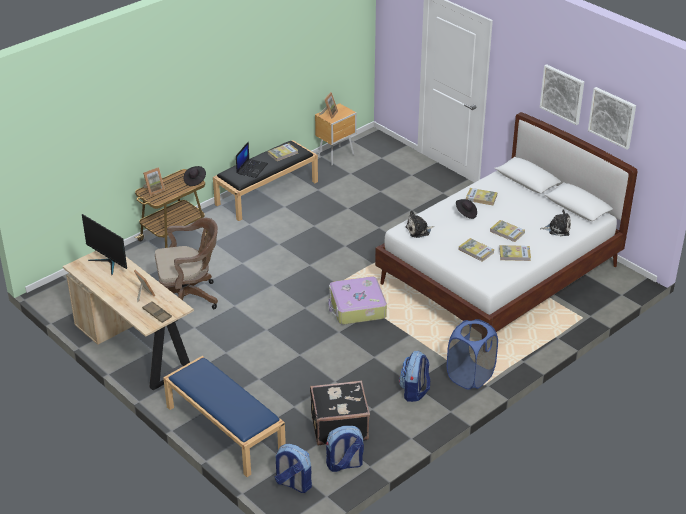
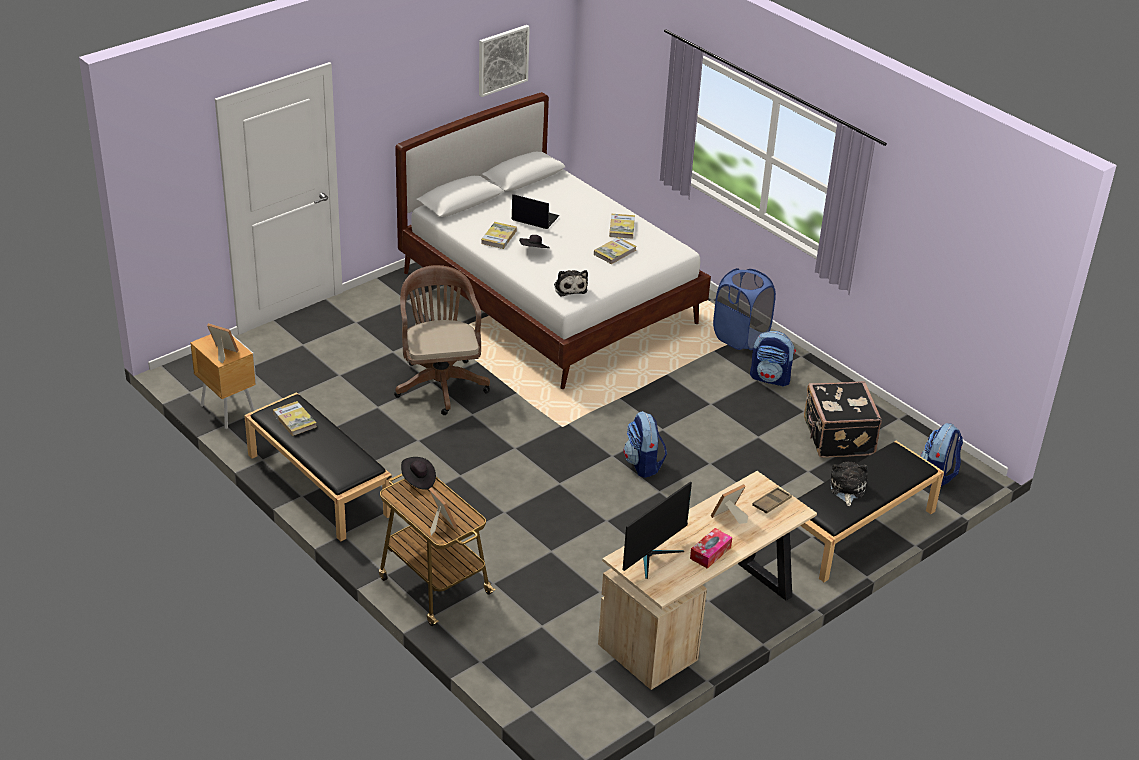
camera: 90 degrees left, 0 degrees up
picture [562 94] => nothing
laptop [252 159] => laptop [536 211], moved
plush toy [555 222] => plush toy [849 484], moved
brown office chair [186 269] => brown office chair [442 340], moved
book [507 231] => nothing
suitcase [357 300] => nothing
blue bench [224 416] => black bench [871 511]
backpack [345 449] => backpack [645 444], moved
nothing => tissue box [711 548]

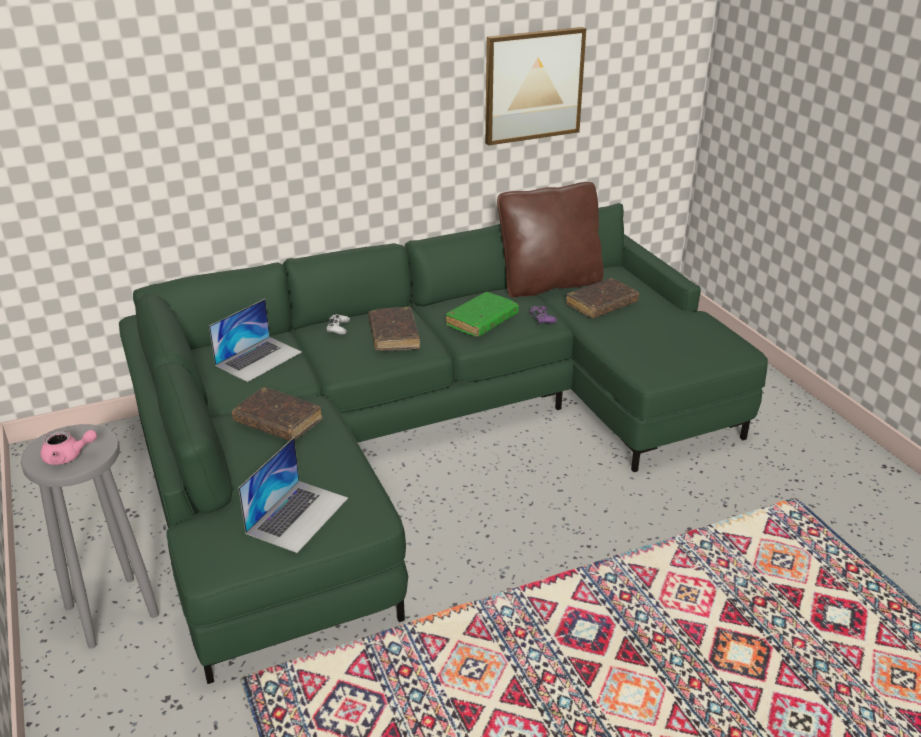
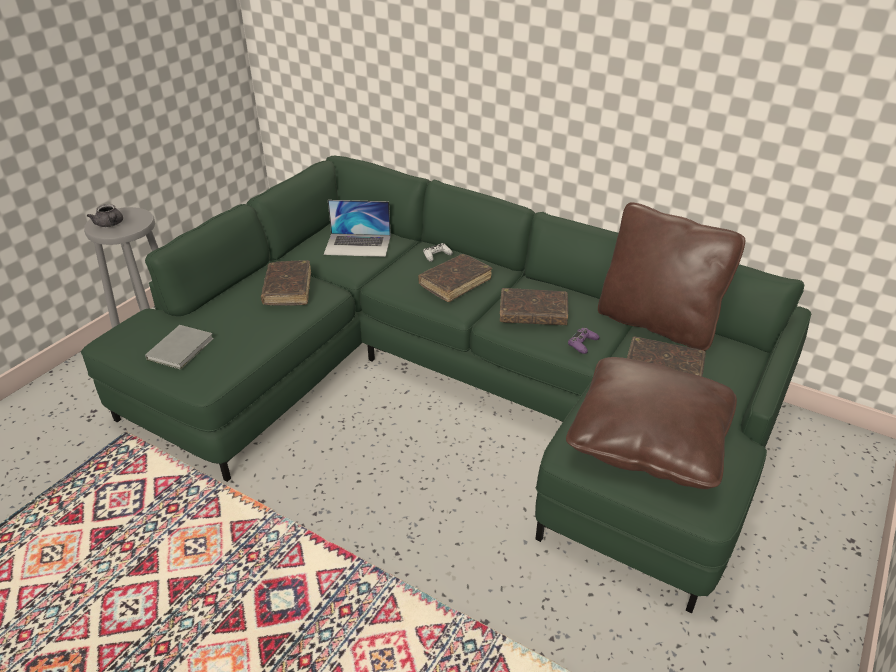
camera: 55 degrees right, 5 degrees up
picture [535 86] => nothing
green book [482 314] => brown book [534 306]
pink teapot [69 447] => grey teapot [105 215]
laptop [293 495] => grey book [179 347]
nothing => brown pillow [651 423]

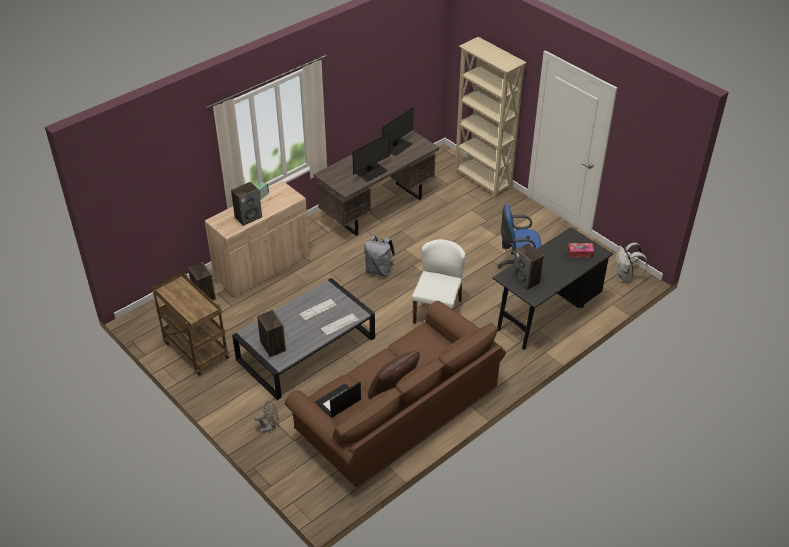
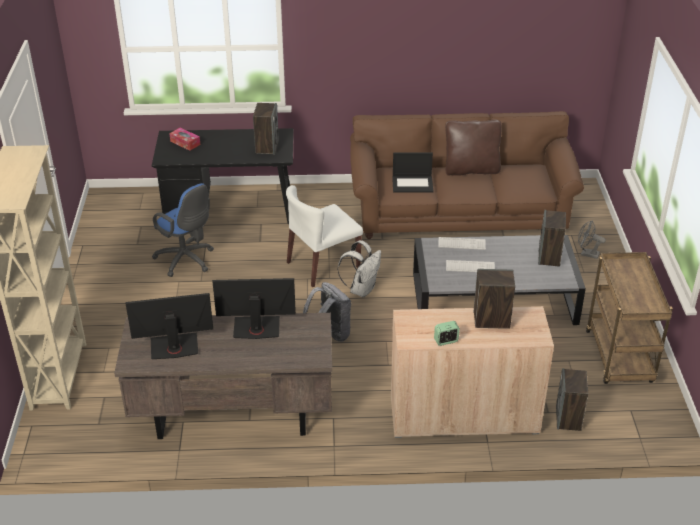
camera: 140 degrees left, 5 degrees down
white backpack [632 262] => white backpack [359 268], moved
laptop [338 399] => laptop [412 172], moved

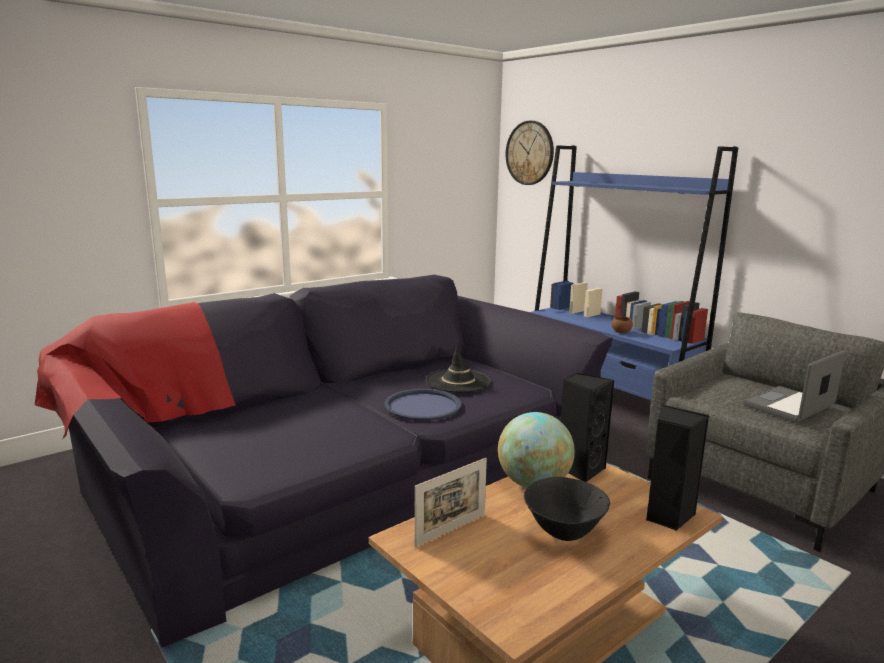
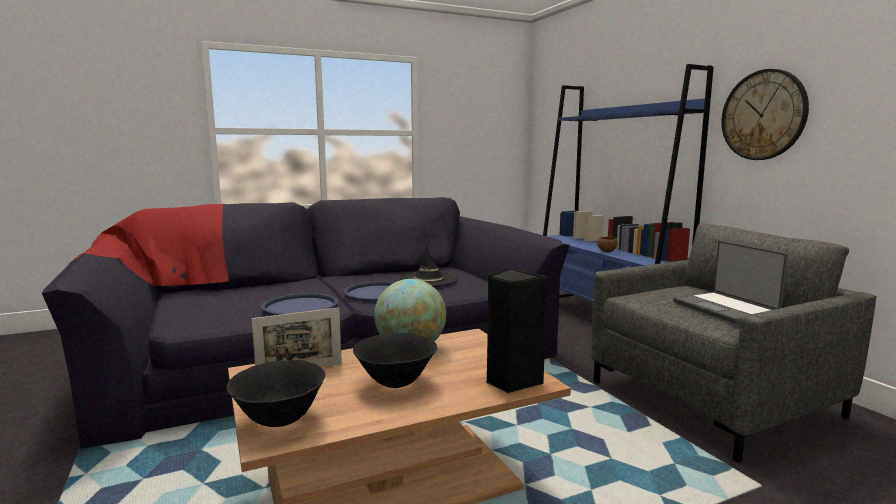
camera: 15 degrees right, 5 degrees down
wall clock [529 153] => wall clock [765 114], moved
laptop [794 386] => laptop [730 282], 90 degrees counterclockwise
black speaker [587 427] => nothing
nothing => blue tray [299 304]
nothing => black bowl [276 393]

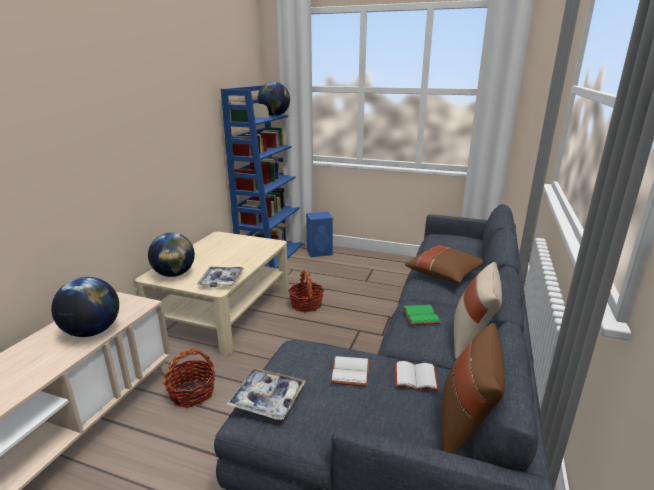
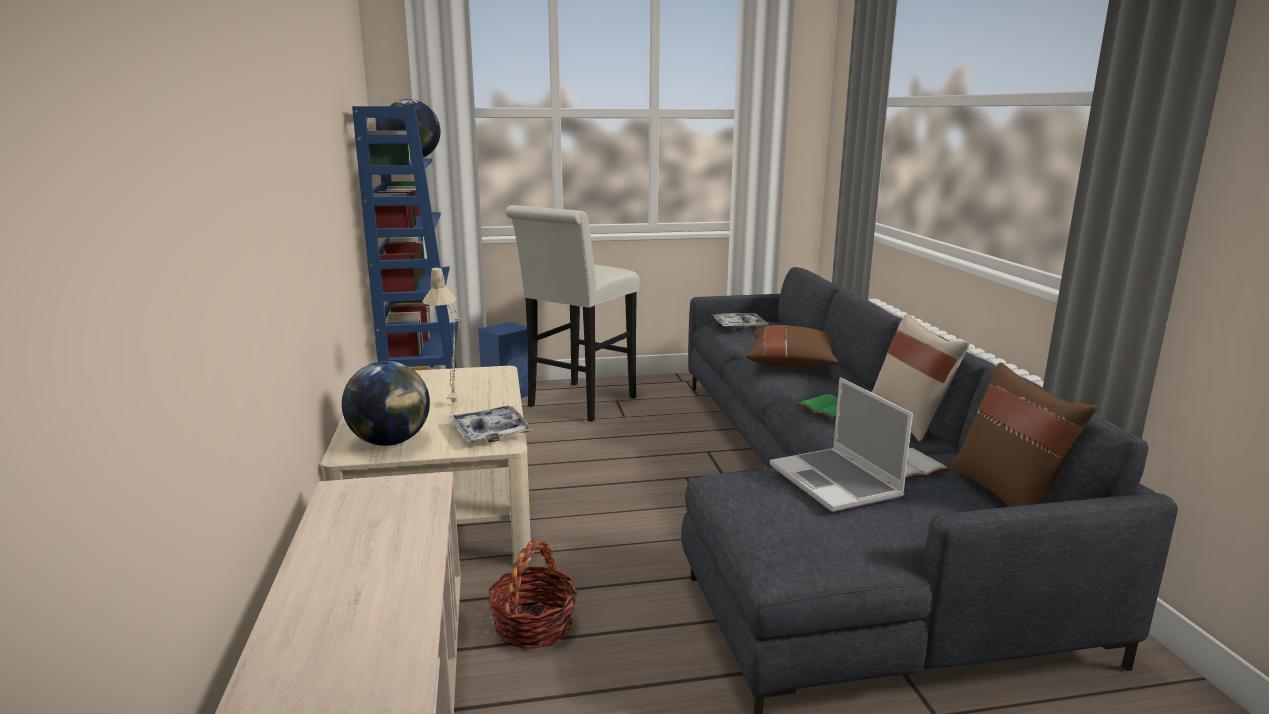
camera: 30 degrees left, 5 degrees down
basket [306 291] => nothing
globe [85 307] => nothing
white book [349 371] => laptop [841 444]
tray [265 394] => tray [741 321], moved
nothing => white stool [572 313]
nothing => beige table lamp [443 334]

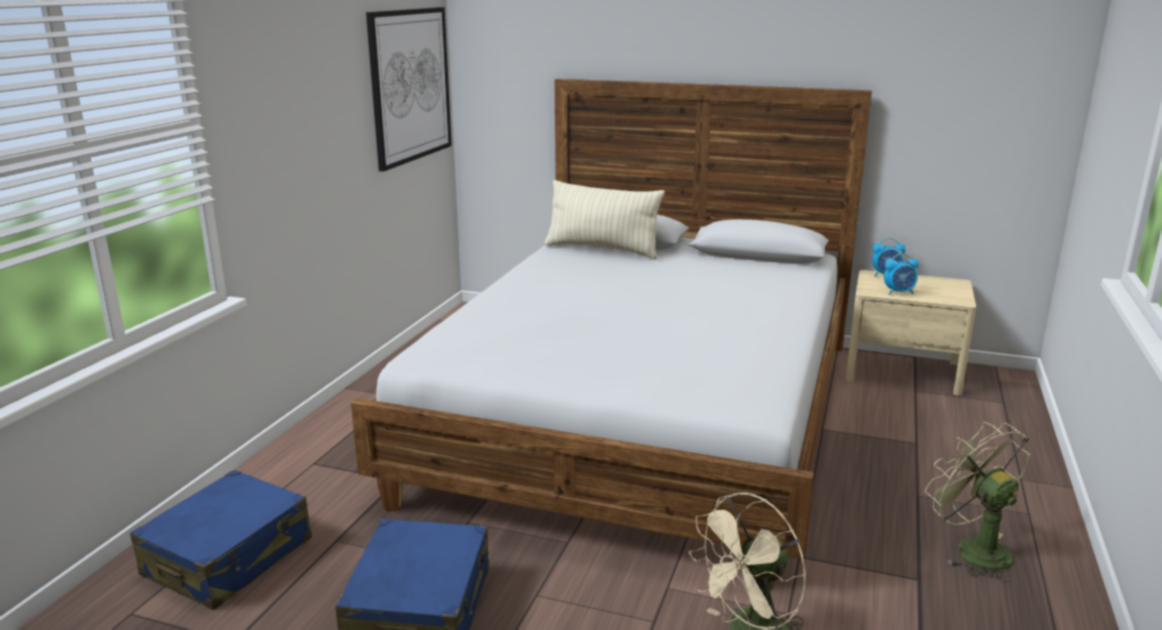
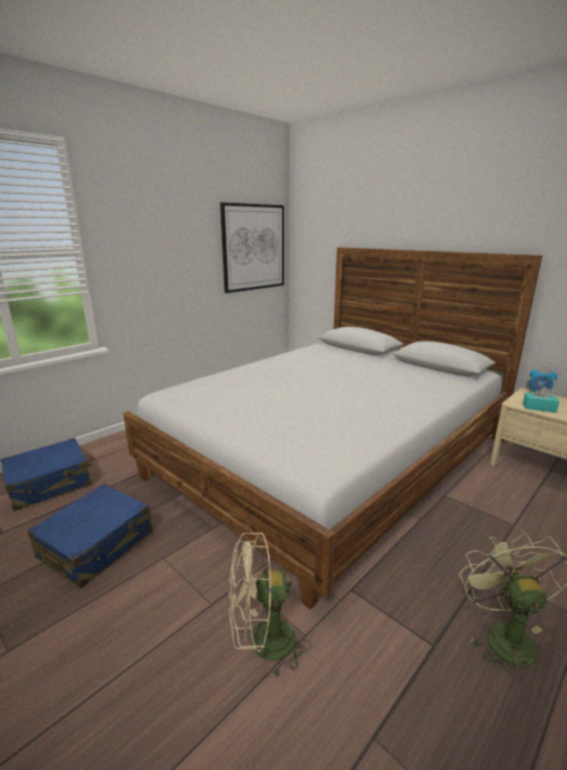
camera: 25 degrees right, 0 degrees up
beige pillow [605 219] => nothing
alarm clock [901 274] => turquoise tissue box [541 399]

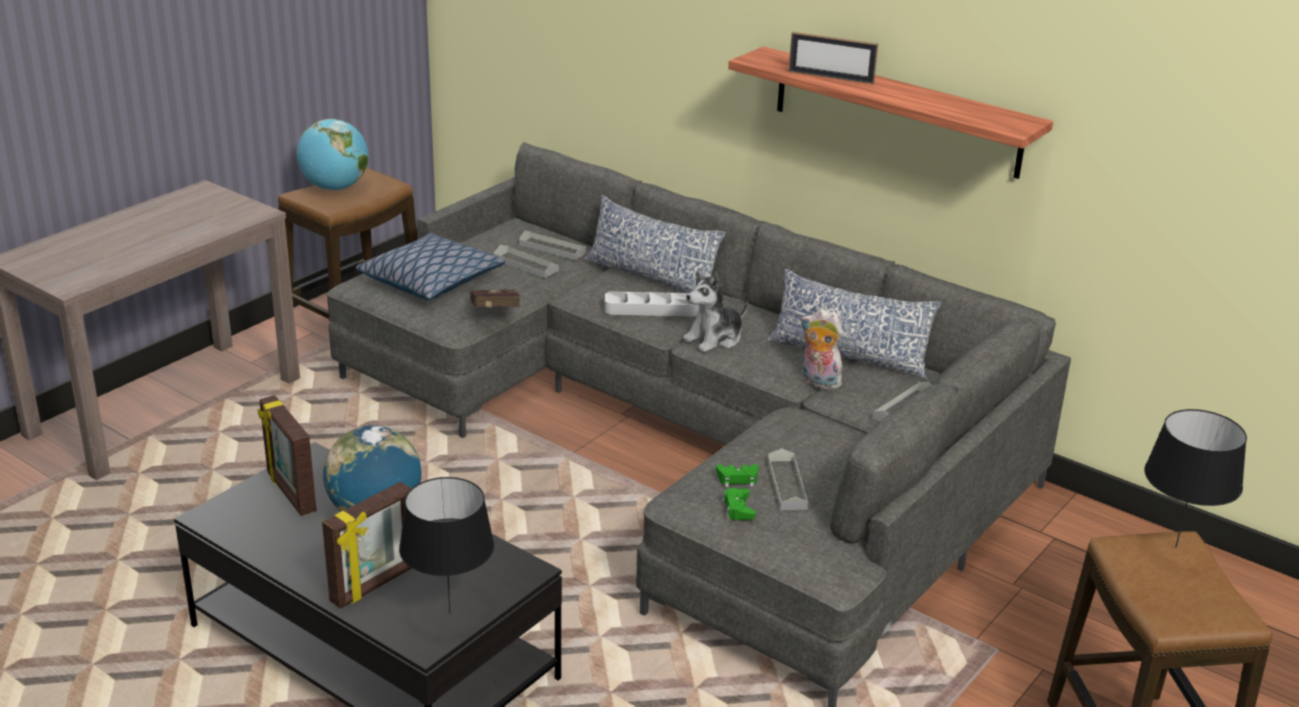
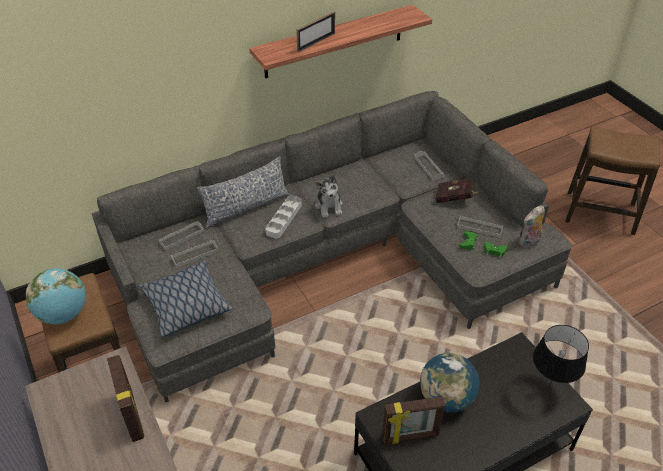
camera: 65 degrees left, 15 degrees up
pillow [854 323] => nothing
red book [495 299] => red book [457 190], moved
plush toy [821 349] => plush toy [531 226], moved
black table lamp [1195 478] => nothing
picture frame [367 545] => picture frame [125 398], moved

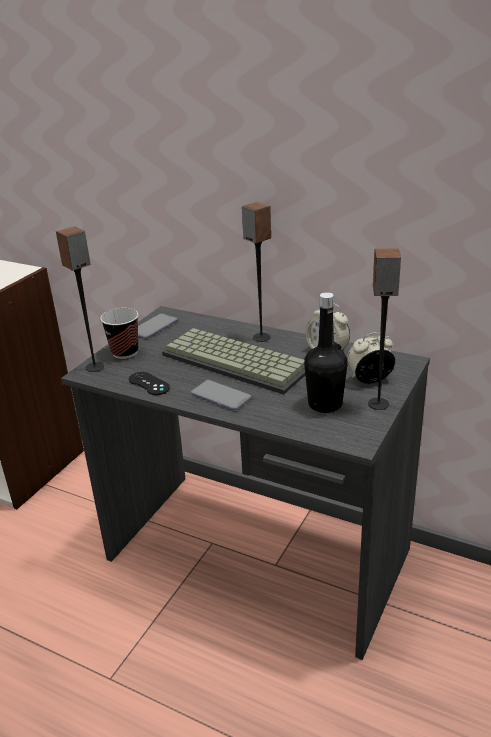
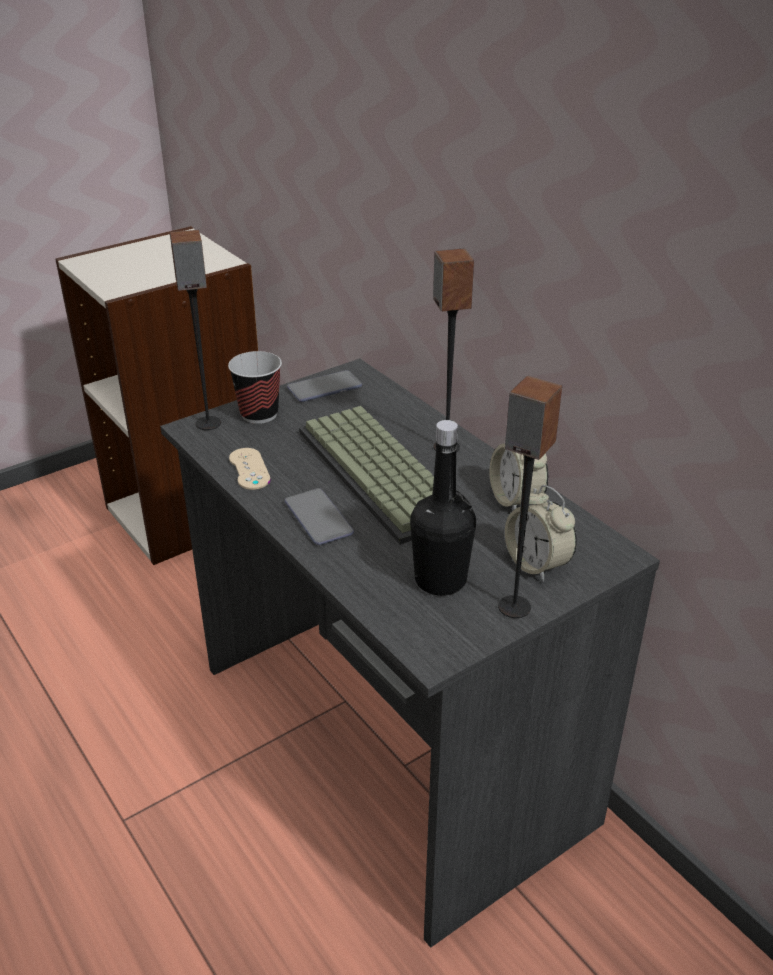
camera: 25 degrees right, 5 degrees up
alarm clock [371 358] => alarm clock [541 533], 135 degrees counterclockwise
black game controller [149 383] => beige game controller [250 469]

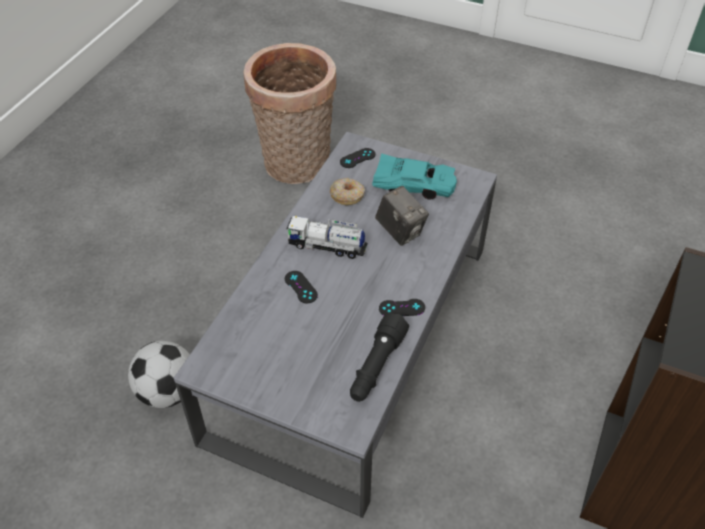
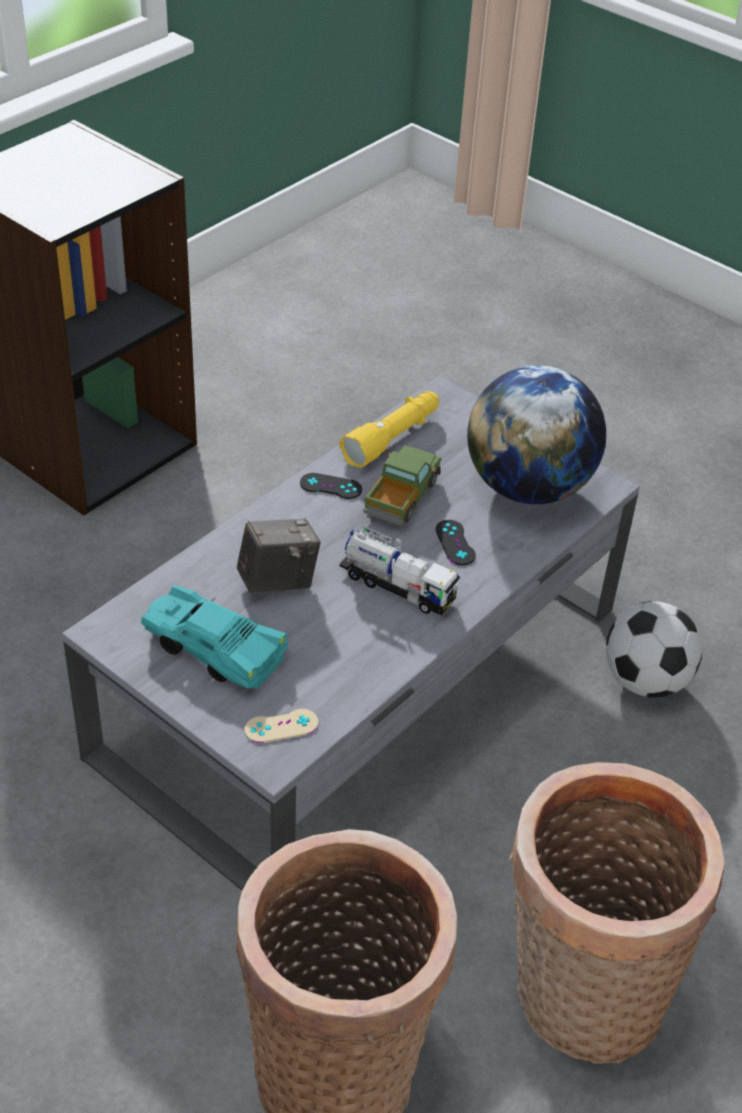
camera: 165 degrees left, 5 degrees down
black game controller [357 158] => beige game controller [281 726]
donut [347 191] => nothing
photo camera [402 216] => photo camera [279 556], 90 degrees clockwise
black flashlight [379 357] => yellow flashlight [389 429]
nothing => globe [536 434]
nothing => toy truck [402 485]
nothing => basket [617 913]

